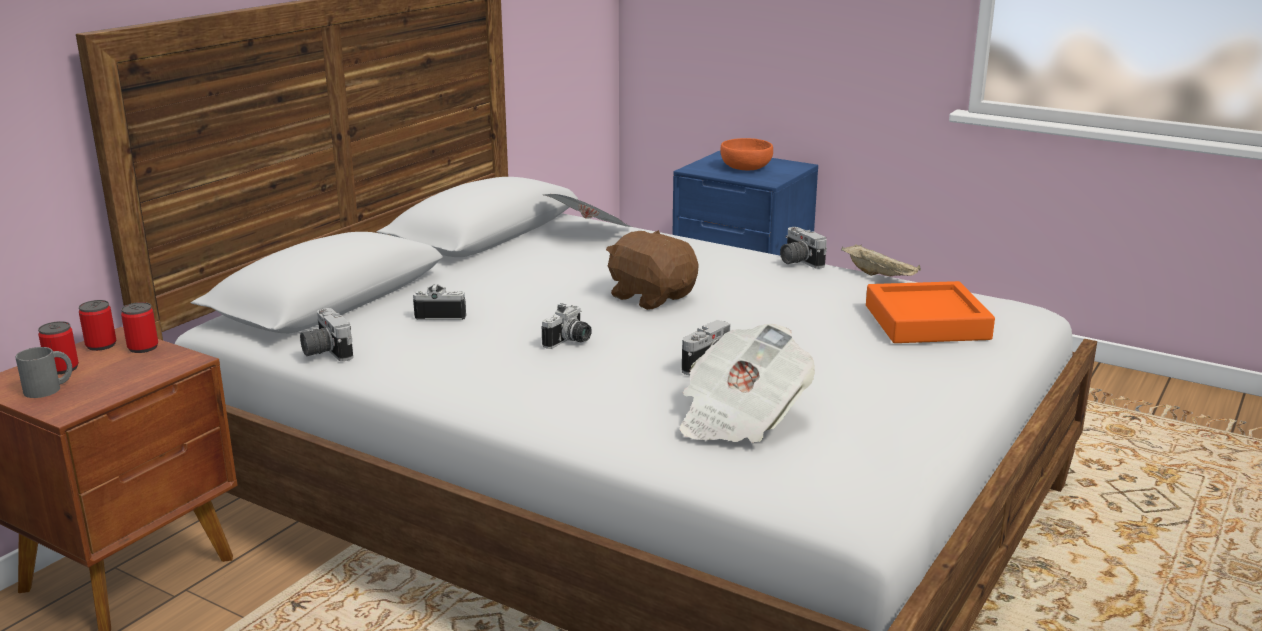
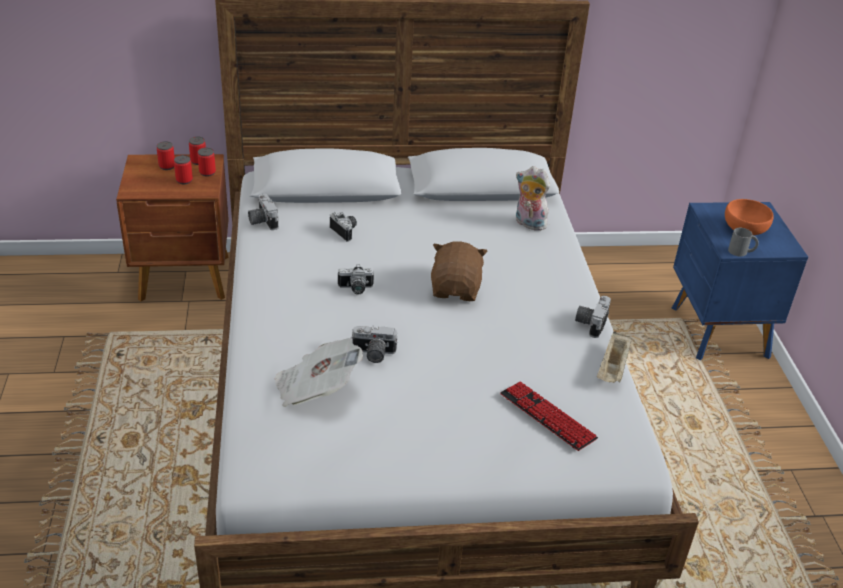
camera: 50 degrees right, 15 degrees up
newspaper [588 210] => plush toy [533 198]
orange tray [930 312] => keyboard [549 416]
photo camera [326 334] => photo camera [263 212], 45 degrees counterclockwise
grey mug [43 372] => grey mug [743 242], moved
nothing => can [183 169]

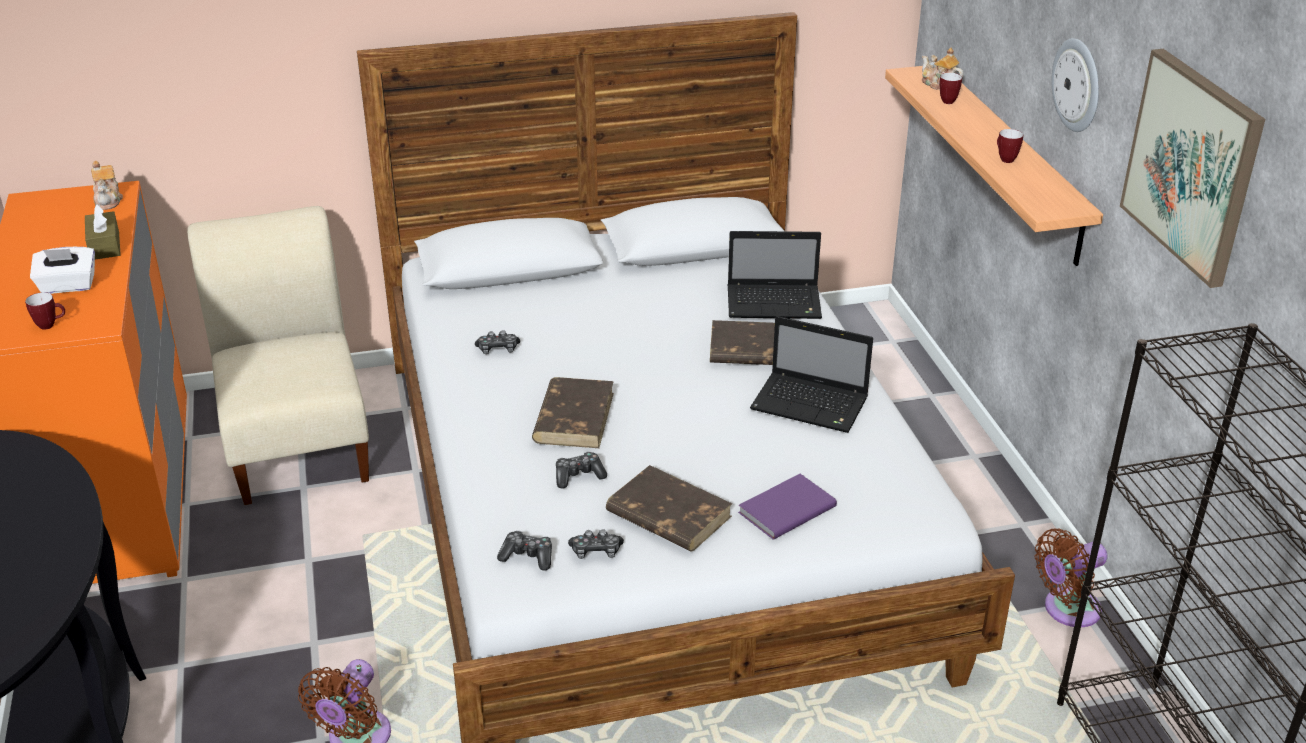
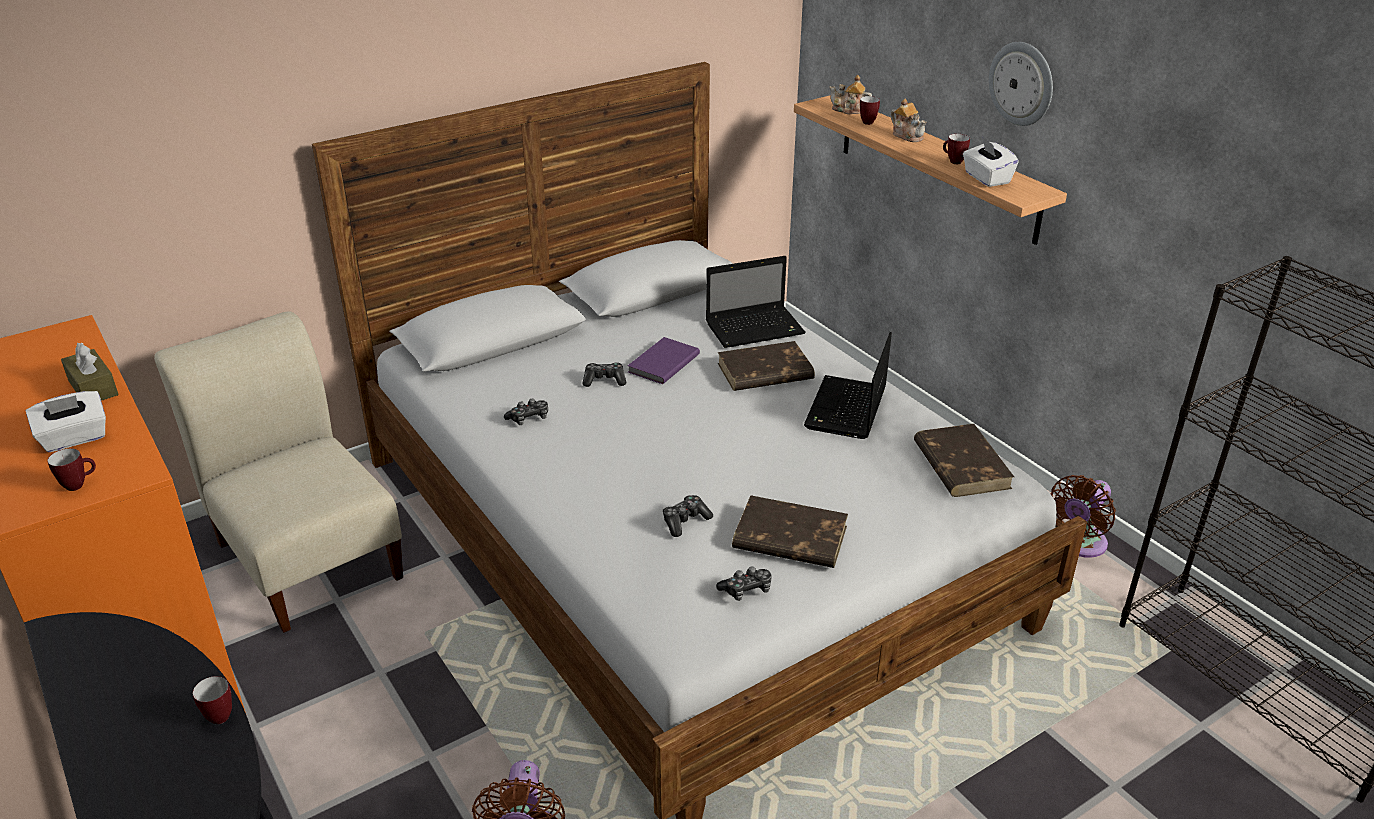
camera: 20 degrees left, 0 degrees up
picture [1192 168] => nothing
teapot [107 185] => teapot [908 120], moved
laptop [811 374] => laptop [848 385], 105 degrees clockwise
brown book [573 412] => brown book [964 460], moved
purple book [787 507] => purple book [664 360], moved
game controller [524 550] => game controller [604 374], moved
nothing => white tissue box [991 162]
nothing => mug [212 700]

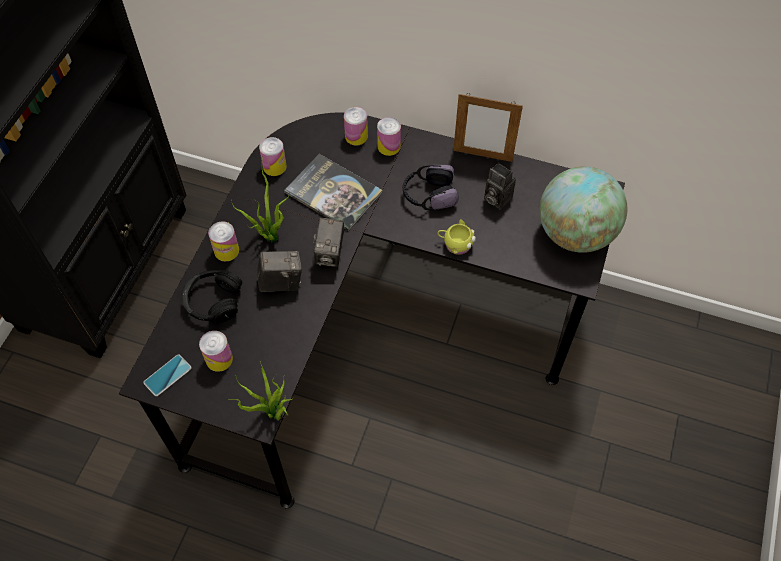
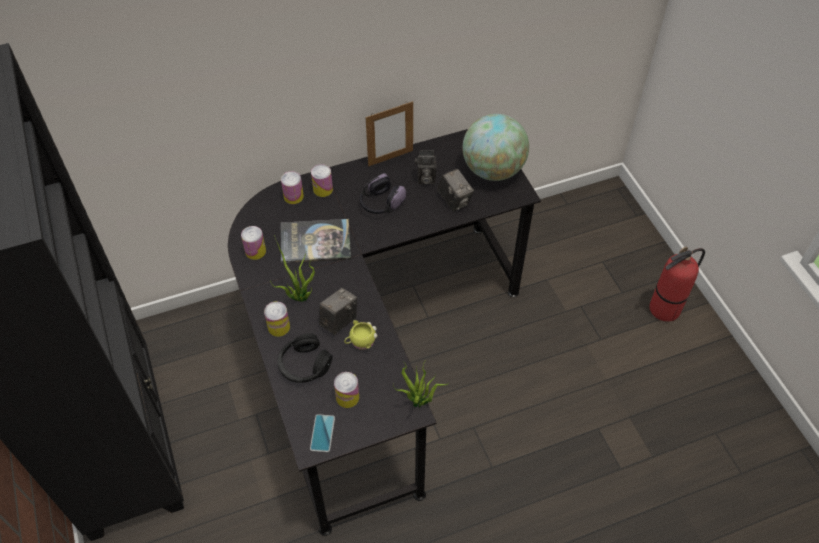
camera: 40 degrees left, 5 degrees down
photo camera [328 242] => photo camera [455 190], moved
yellow mug [456 237] => yellow mug [361 335], moved
nothing => fire extinguisher [677 284]

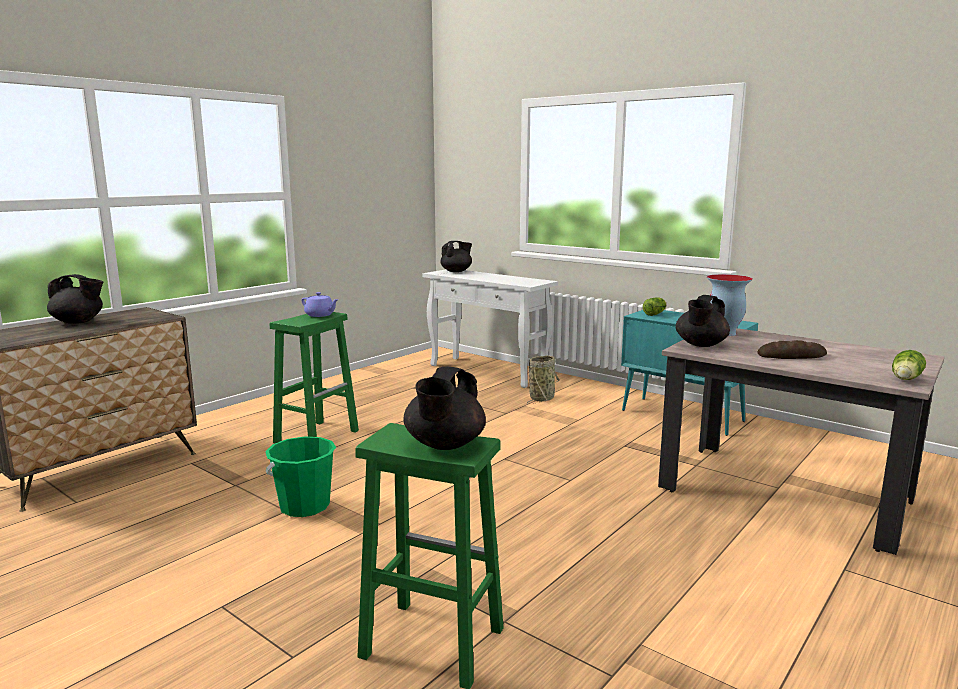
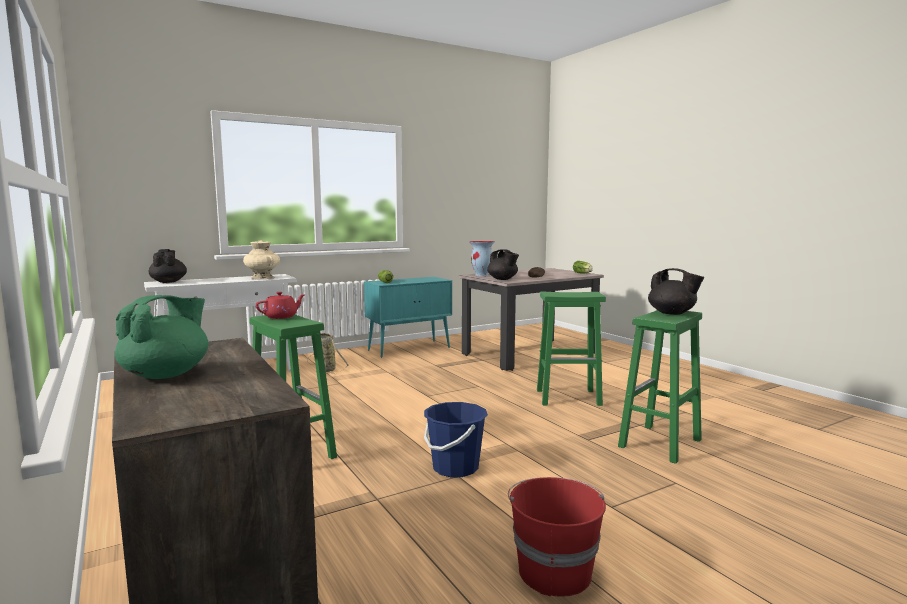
camera: 70 degrees left, 5 degrees down
black teapot [75 299] => green teapot [161 337]
purple teapot [320 304] => red teapot [281 305]
green bucket [300 476] => blue bucket [456 440]
nothing => beige vase [261 259]
nothing => green stool [571 349]
nothing => red bucket [557 537]

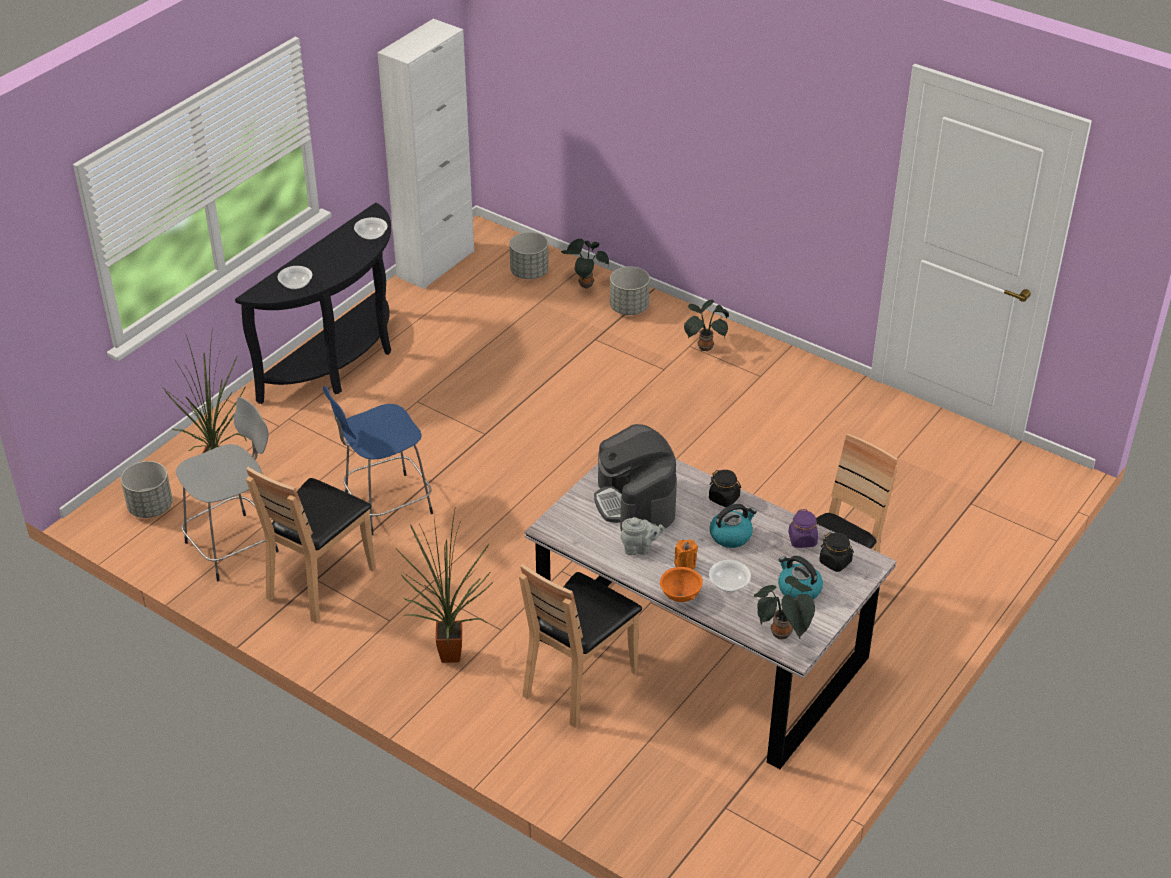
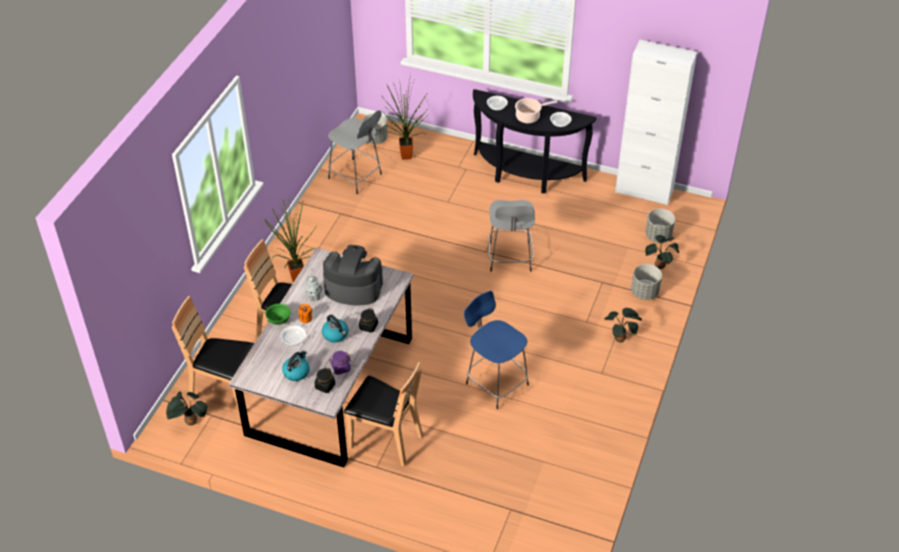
camera: 75 degrees right, 5 degrees up
blue stool [378 461] => blue stool [496 350], moved
coffee machine [635 478] => coffee machine [353 275], 45 degrees clockwise
brown chair [310 545] => brown chair [213 355], moved
orange bowl [681 584] => green bowl [278 314]
potted plant [784 607] => potted plant [186 408], moved
nothing => cooking pot [536 110]
nothing => grey stool [511 236]

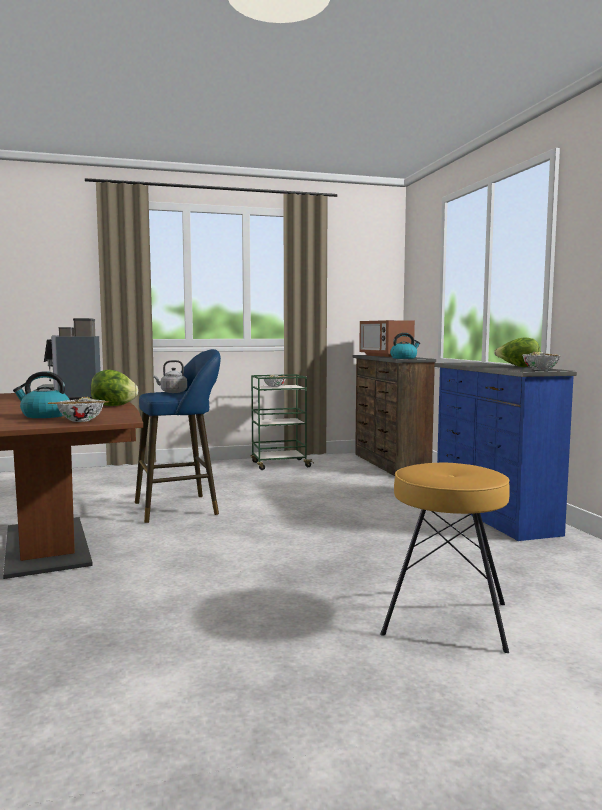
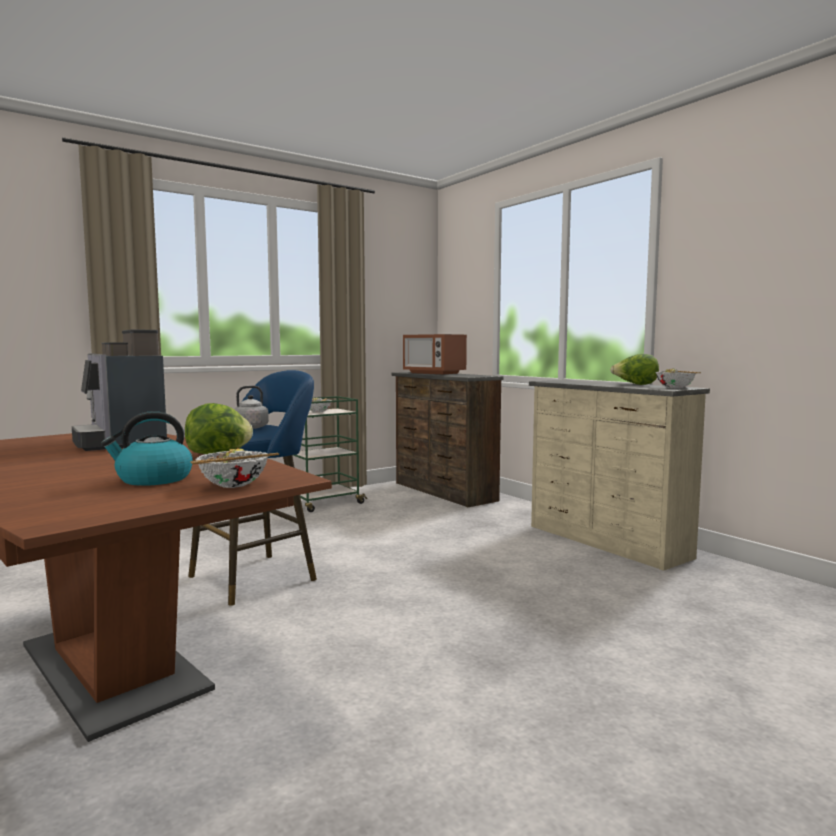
camera: 20 degrees left, 0 degrees up
kettle [405 346] => nothing
blue dresser [506 451] => beige dresser [619 475]
brown stool [445 558] => nothing

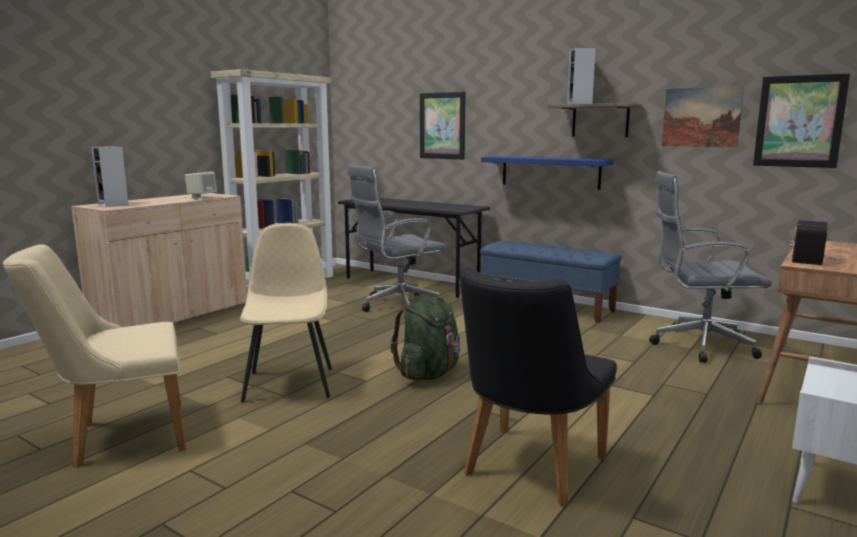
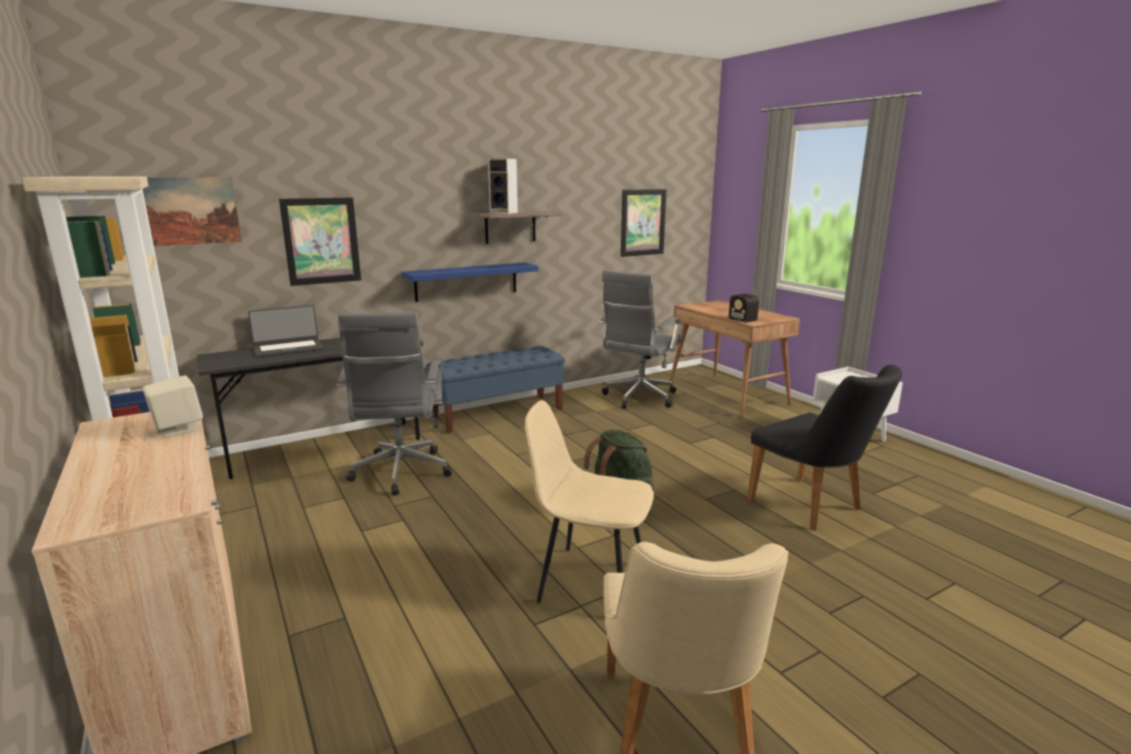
camera: 65 degrees left, 5 degrees up
picture [703 116] => picture [192 211], moved
speaker [109 176] => nothing
nothing => laptop [286 331]

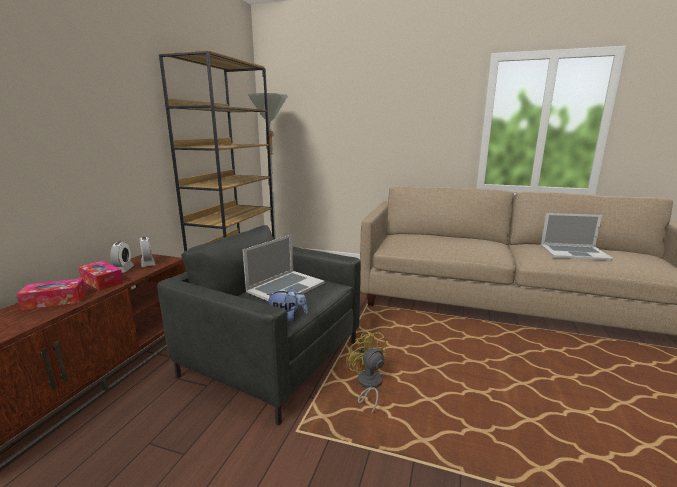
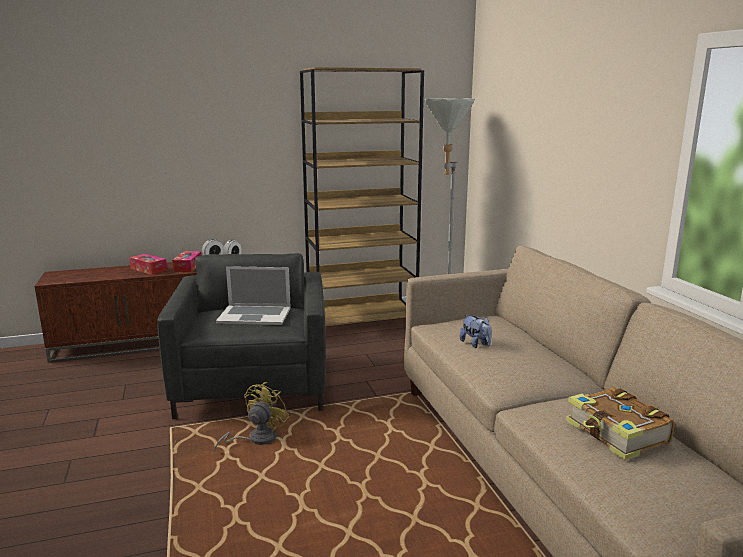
camera: 55 degrees right, 0 degrees up
laptop [577 237] => book [620 423]
plush toy [287 304] => plush toy [475 331], moved

